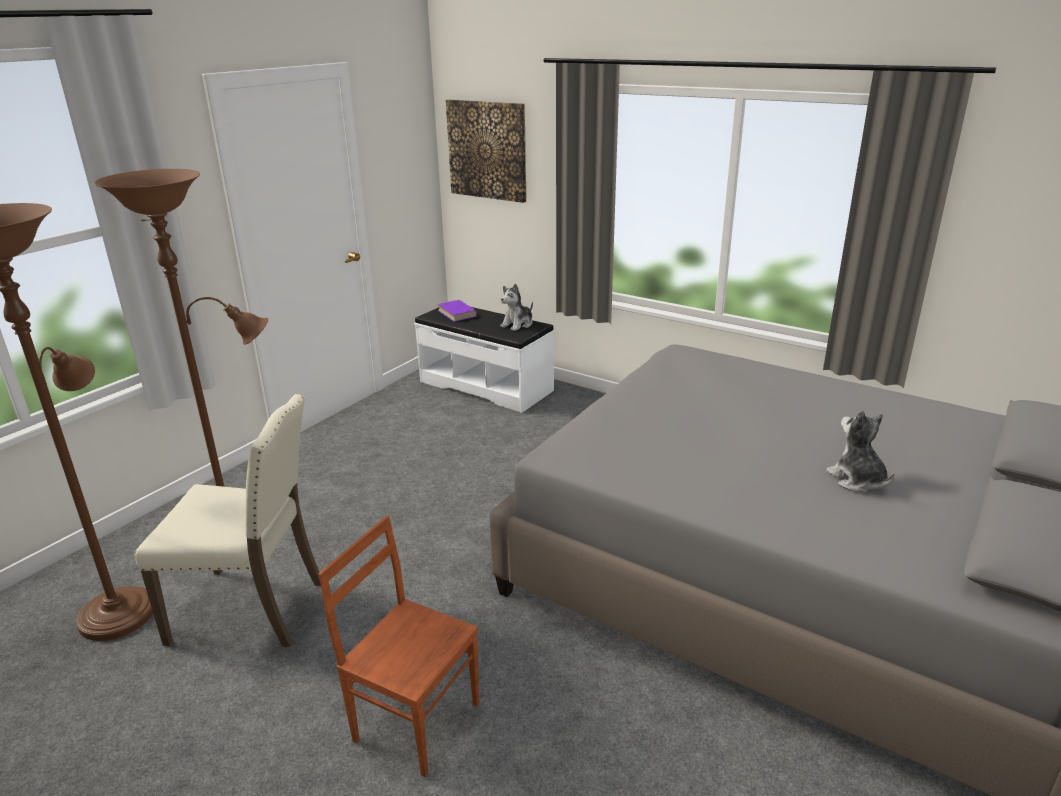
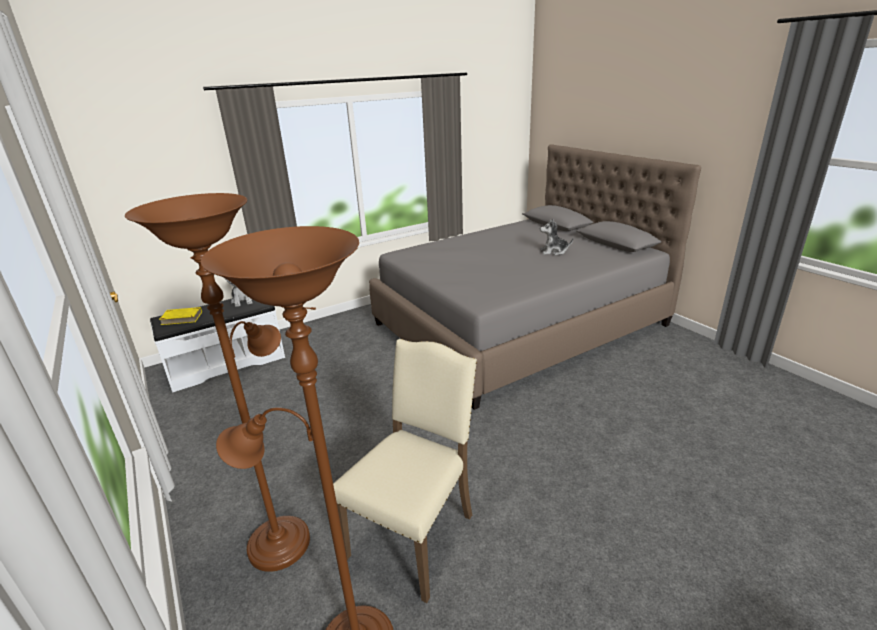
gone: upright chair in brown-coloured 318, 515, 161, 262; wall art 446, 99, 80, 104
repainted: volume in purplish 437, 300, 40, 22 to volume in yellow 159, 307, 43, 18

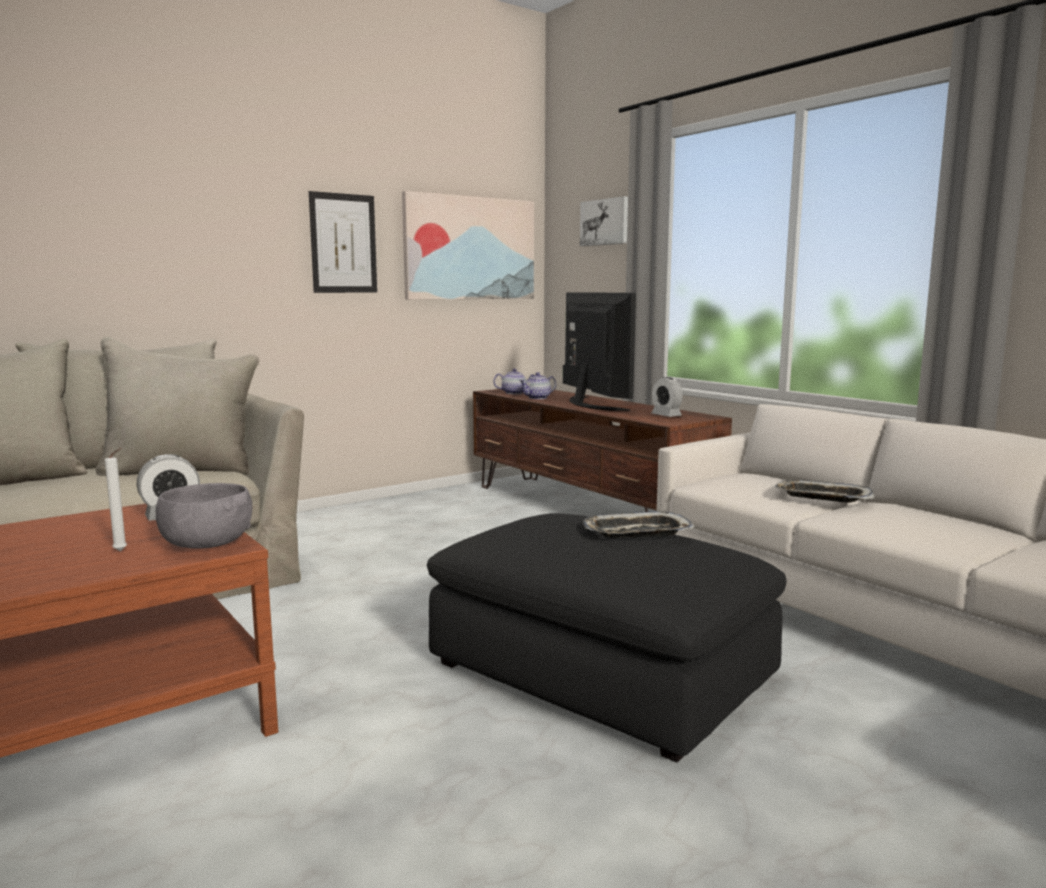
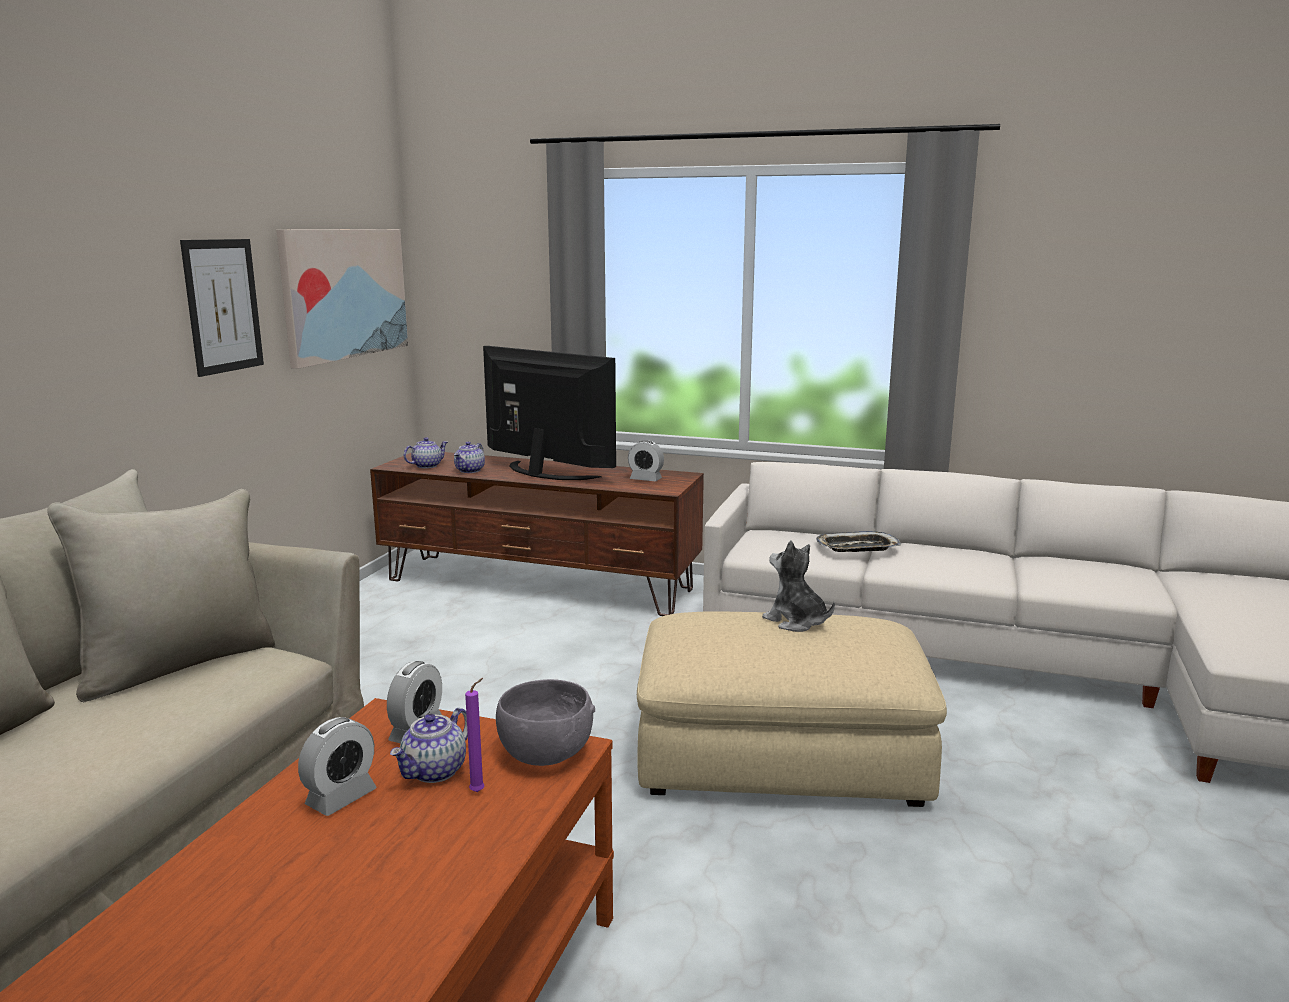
gone: wall art 580, 196, 48, 50
new: table clock 298, 717, 78, 99; pot for tea 390, 708, 78, 75
swapped: serving tray 583, 512, 112, 26 to cuddly toy 762, 540, 73, 92
repainted: wax candle in whitish 105, 448, 22, 103 to wax candle in purplish 465, 678, 20, 114; pouffe in black 427, 513, 360, 249 to pouffe in beige 637, 611, 310, 196

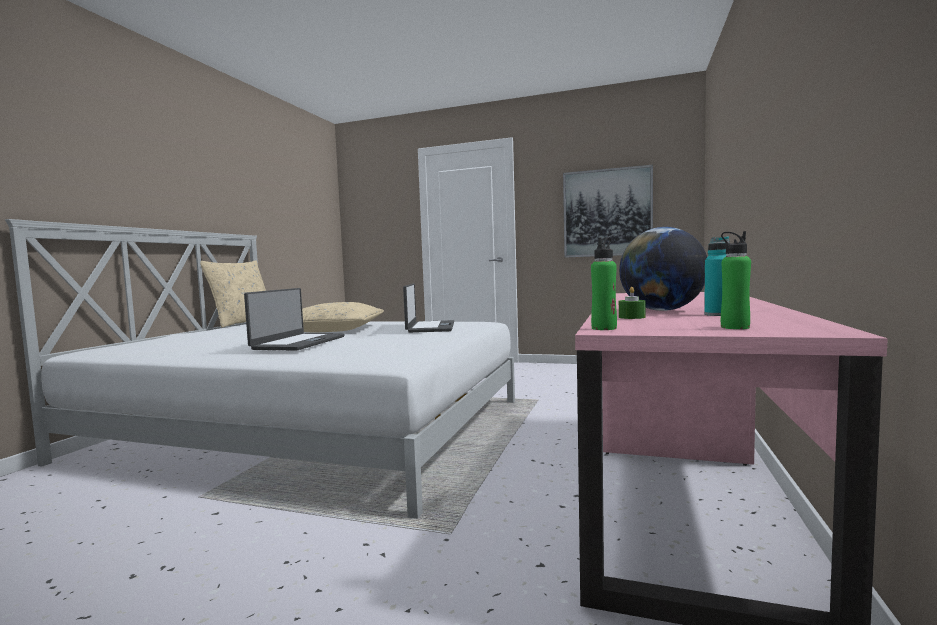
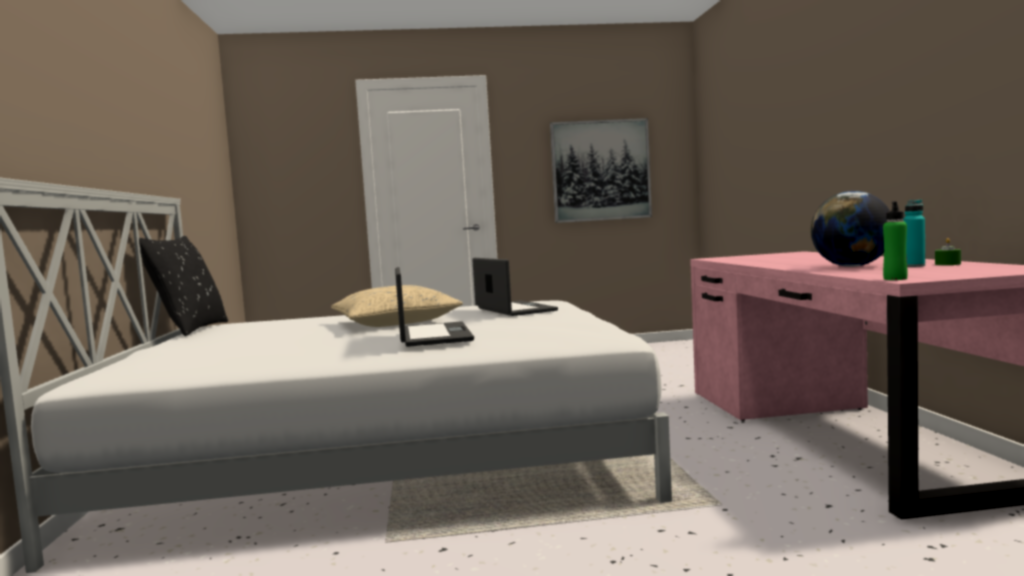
gone: bottle in green-coloured 721, 231, 30, 98
shifted: wax candle in green-coloured 619, 287, 27, 32 to 935, 238, 26, 27
repainted: pillow in beige 200, 260, 66, 68 to pillow in black 139, 236, 89, 100

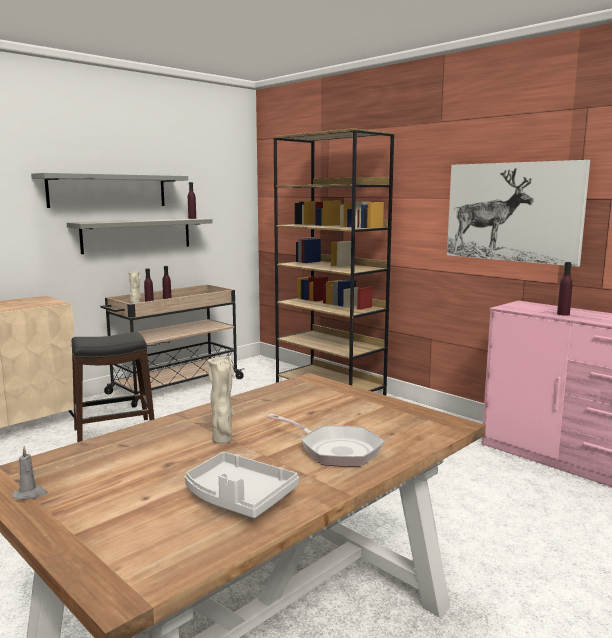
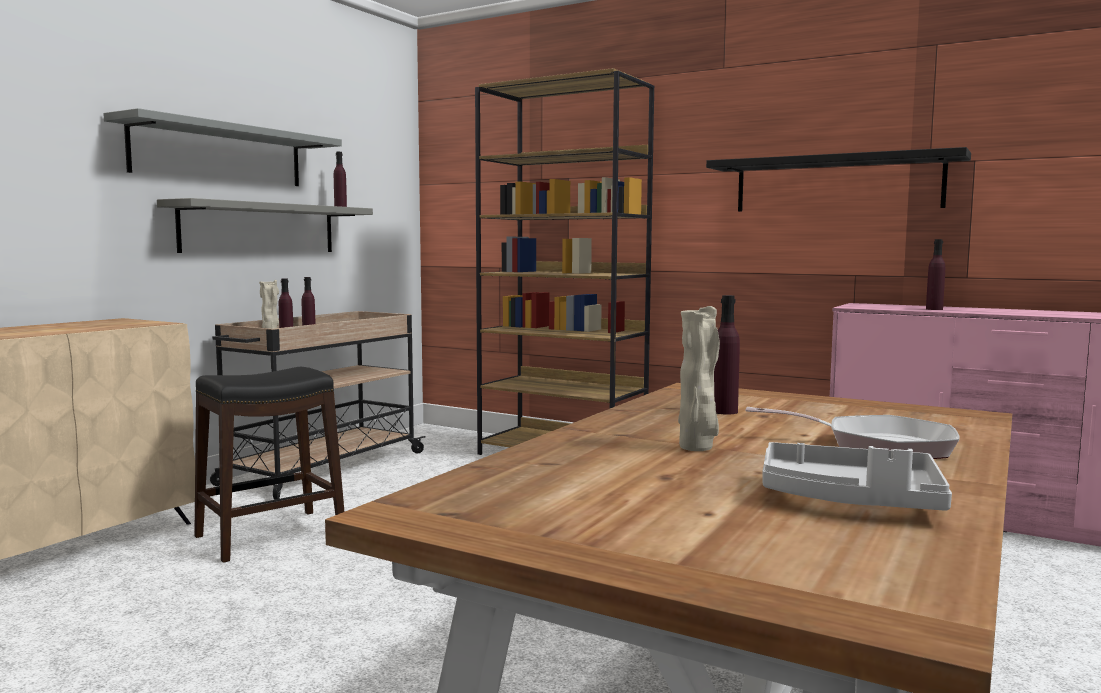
gone: wax candle in gray 12, 446, 36, 54
new: bottle in purplish 714, 295, 26, 120
swapped: wall art 447, 160, 143, 107 to bracket shelf in black 706, 147, 265, 65

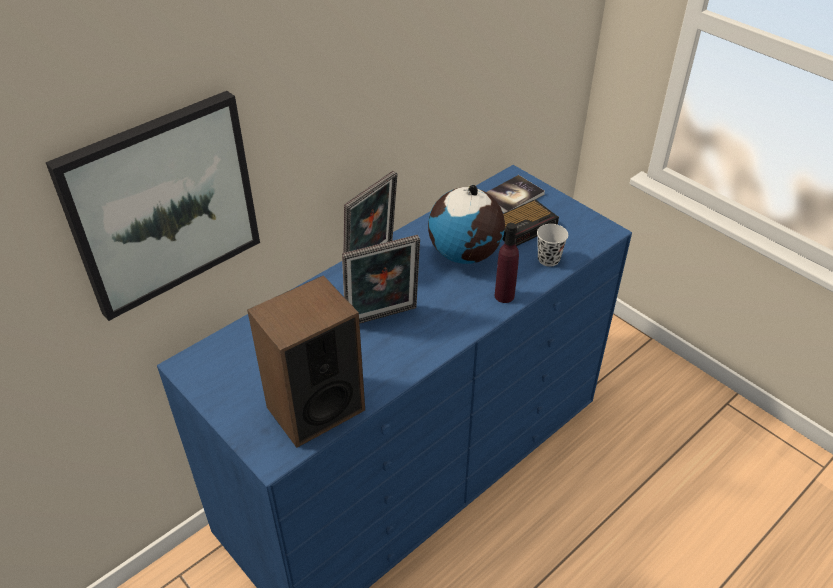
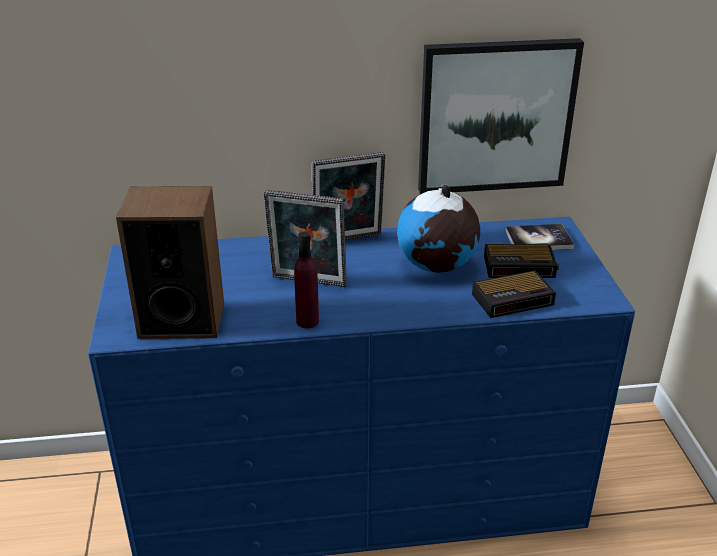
shifted: bottle in purplish 494, 223, 25, 80 to 294, 231, 25, 97; wall art 45, 91, 215, 230 to 418, 38, 166, 156
swapped: small cup in black 537, 224, 31, 43 to table clock 472, 270, 84, 48

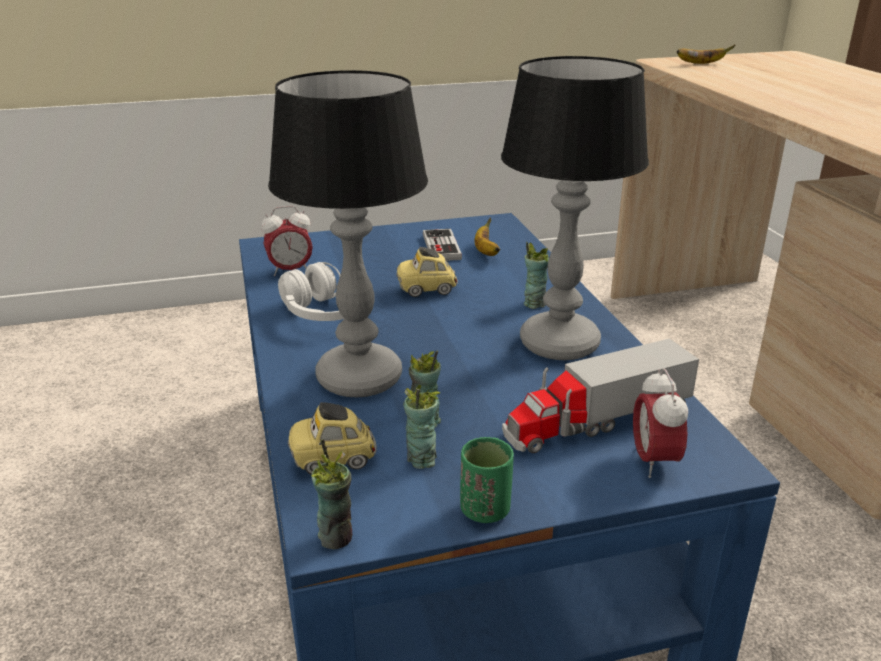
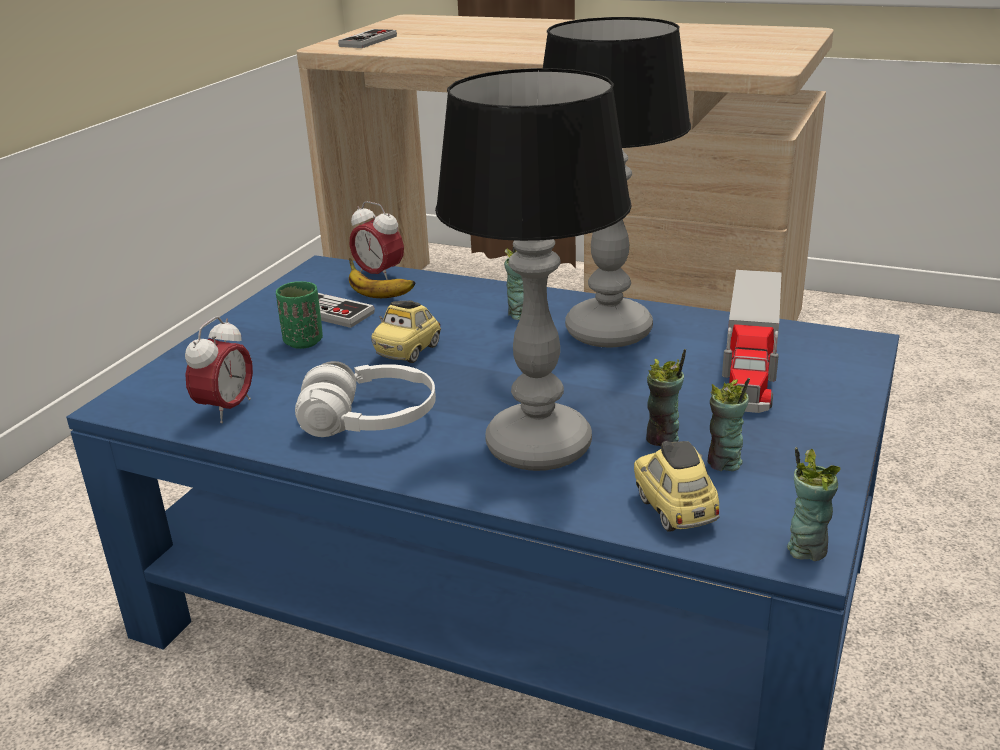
shifted: small cup in green-coloured 460, 437, 54, 86 to 276, 281, 47, 68; table clock 633, 368, 55, 110 to 350, 201, 54, 79
swapped: whole banana 677, 45, 58, 19 to game controller 338, 29, 59, 19
rotated: model car 288, 402, 89, 73 = 634, 441, 86, 91 135 degrees clockwise

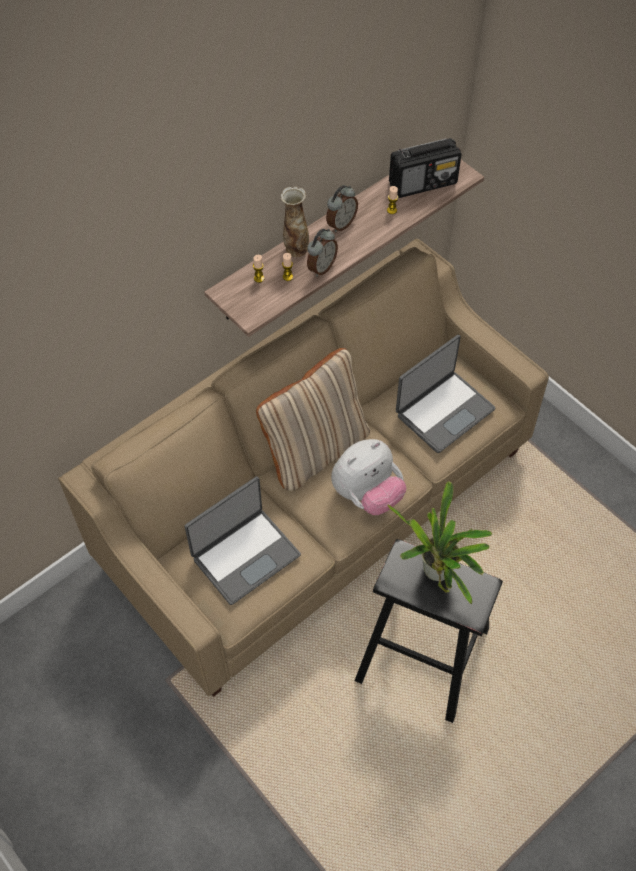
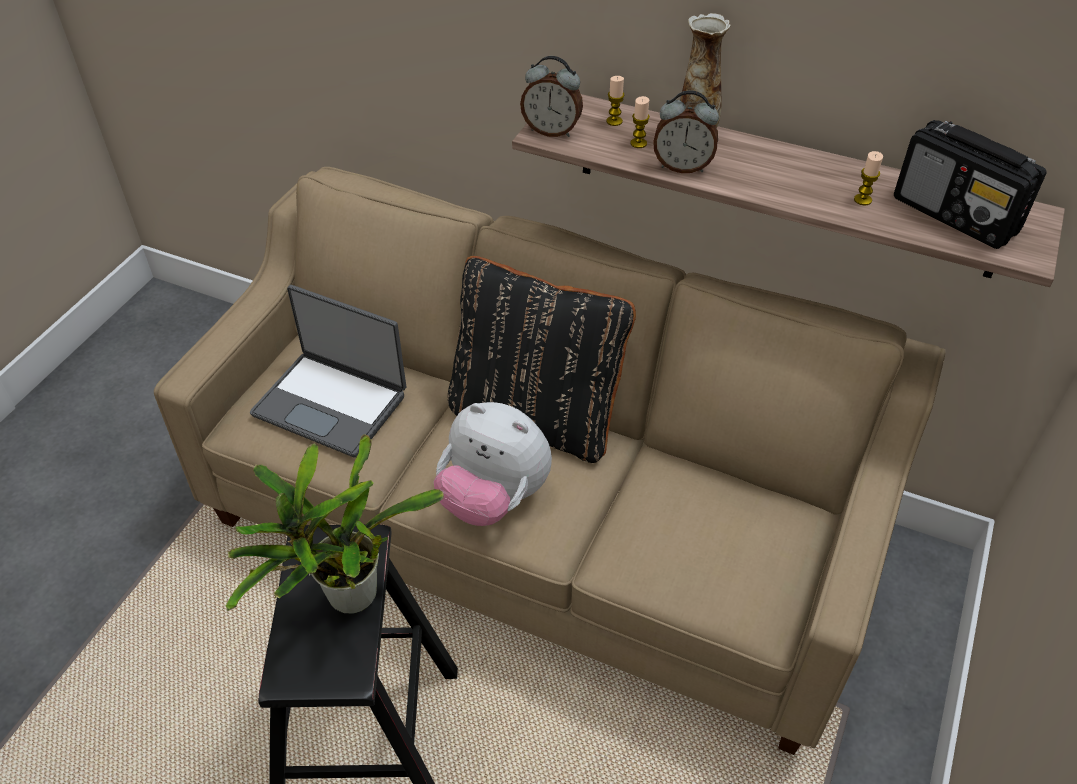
gone: laptop 396, 335, 100, 118
shifted: table clock 326, 185, 32, 47 to 520, 56, 63, 81
repainted: pillow in beige 256, 348, 114, 143 to pillow in black 448, 256, 188, 207

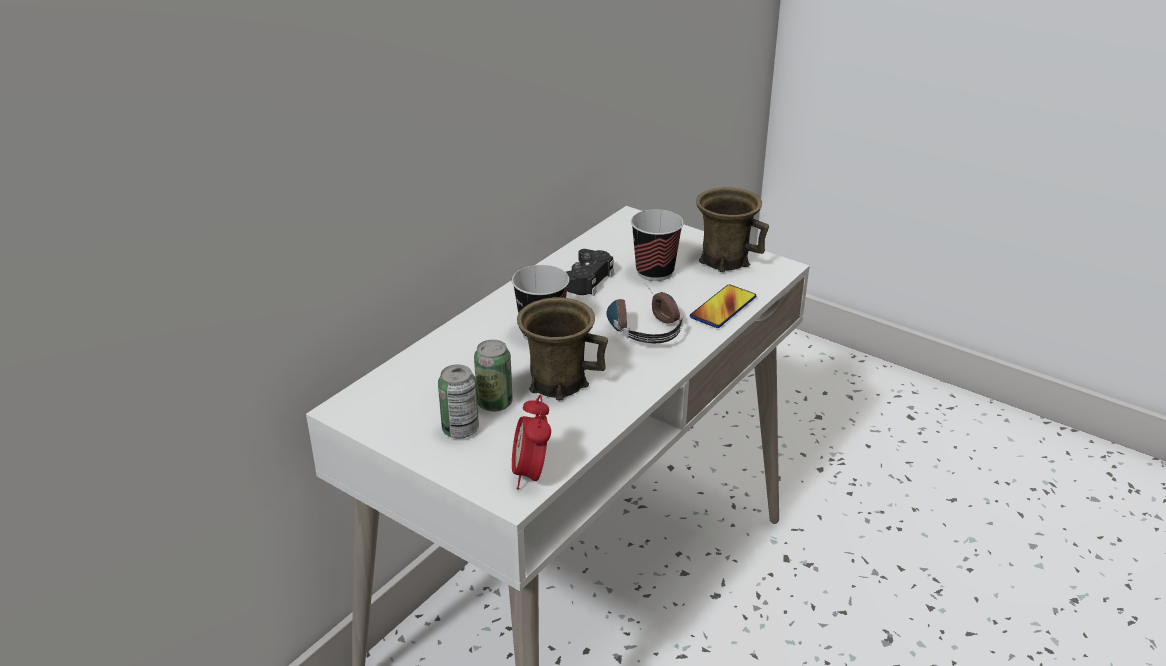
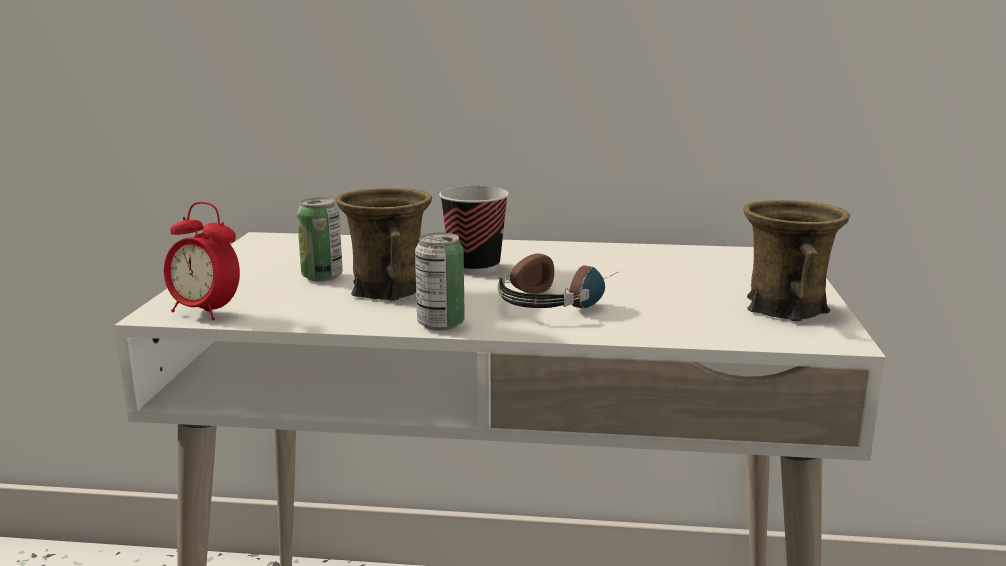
gone: game controller in black 566, 249, 48, 47; small cup 631, 209, 53, 72; telephone 690, 285, 66, 43
shifted: sealed can 438, 364, 41, 75 to 415, 232, 50, 99
rotated: table clock 512, 395, 39, 95 = 164, 202, 76, 119 120 degrees counterclockwise

